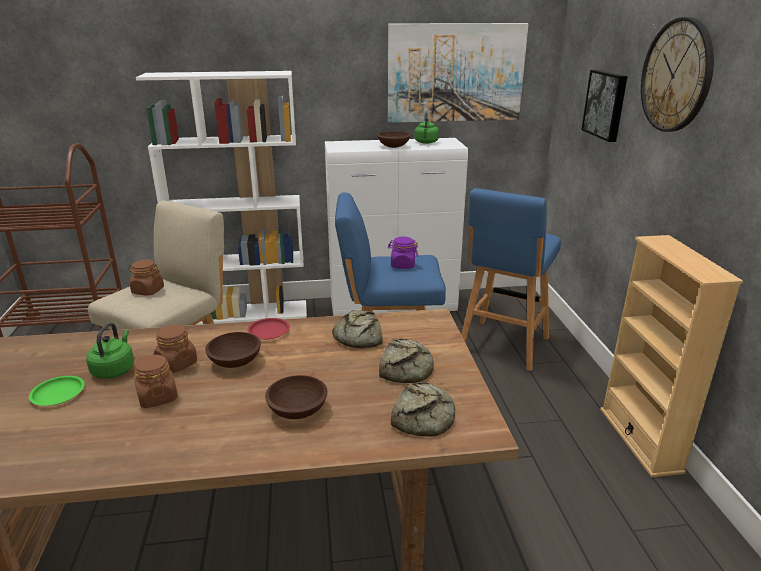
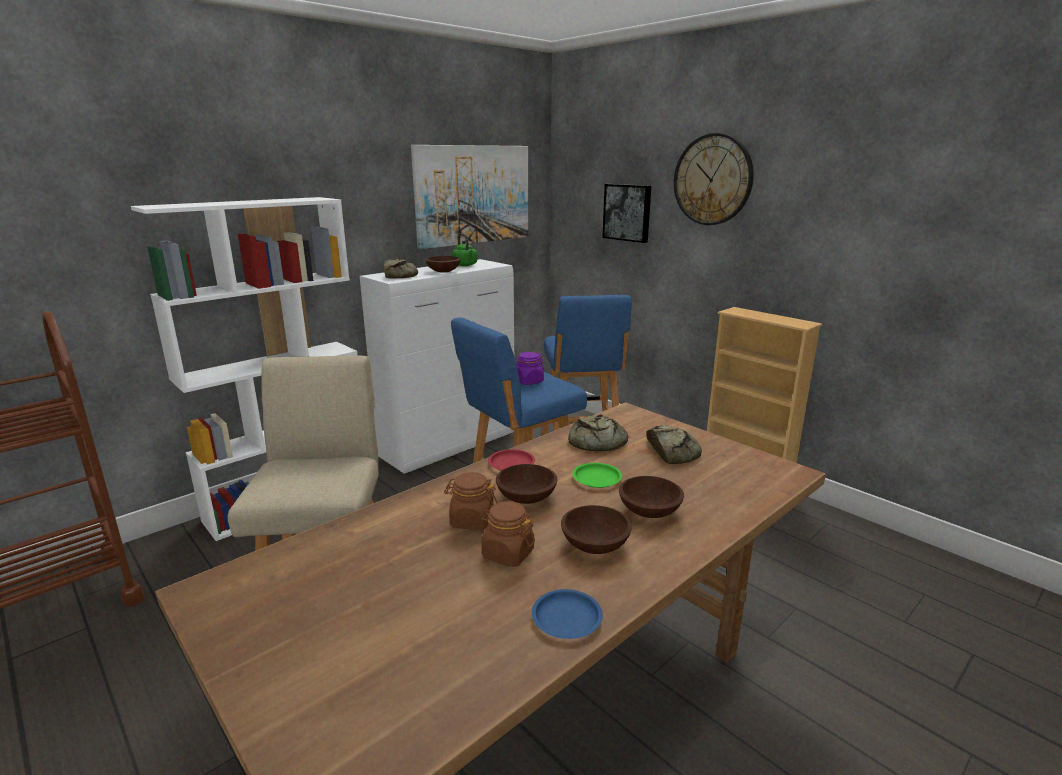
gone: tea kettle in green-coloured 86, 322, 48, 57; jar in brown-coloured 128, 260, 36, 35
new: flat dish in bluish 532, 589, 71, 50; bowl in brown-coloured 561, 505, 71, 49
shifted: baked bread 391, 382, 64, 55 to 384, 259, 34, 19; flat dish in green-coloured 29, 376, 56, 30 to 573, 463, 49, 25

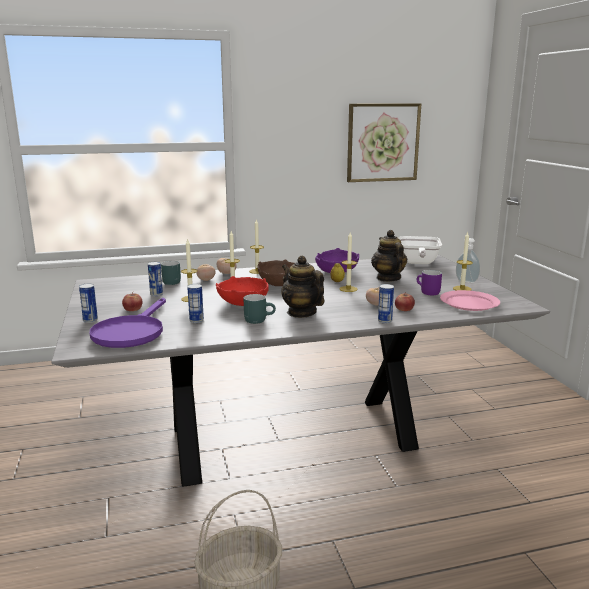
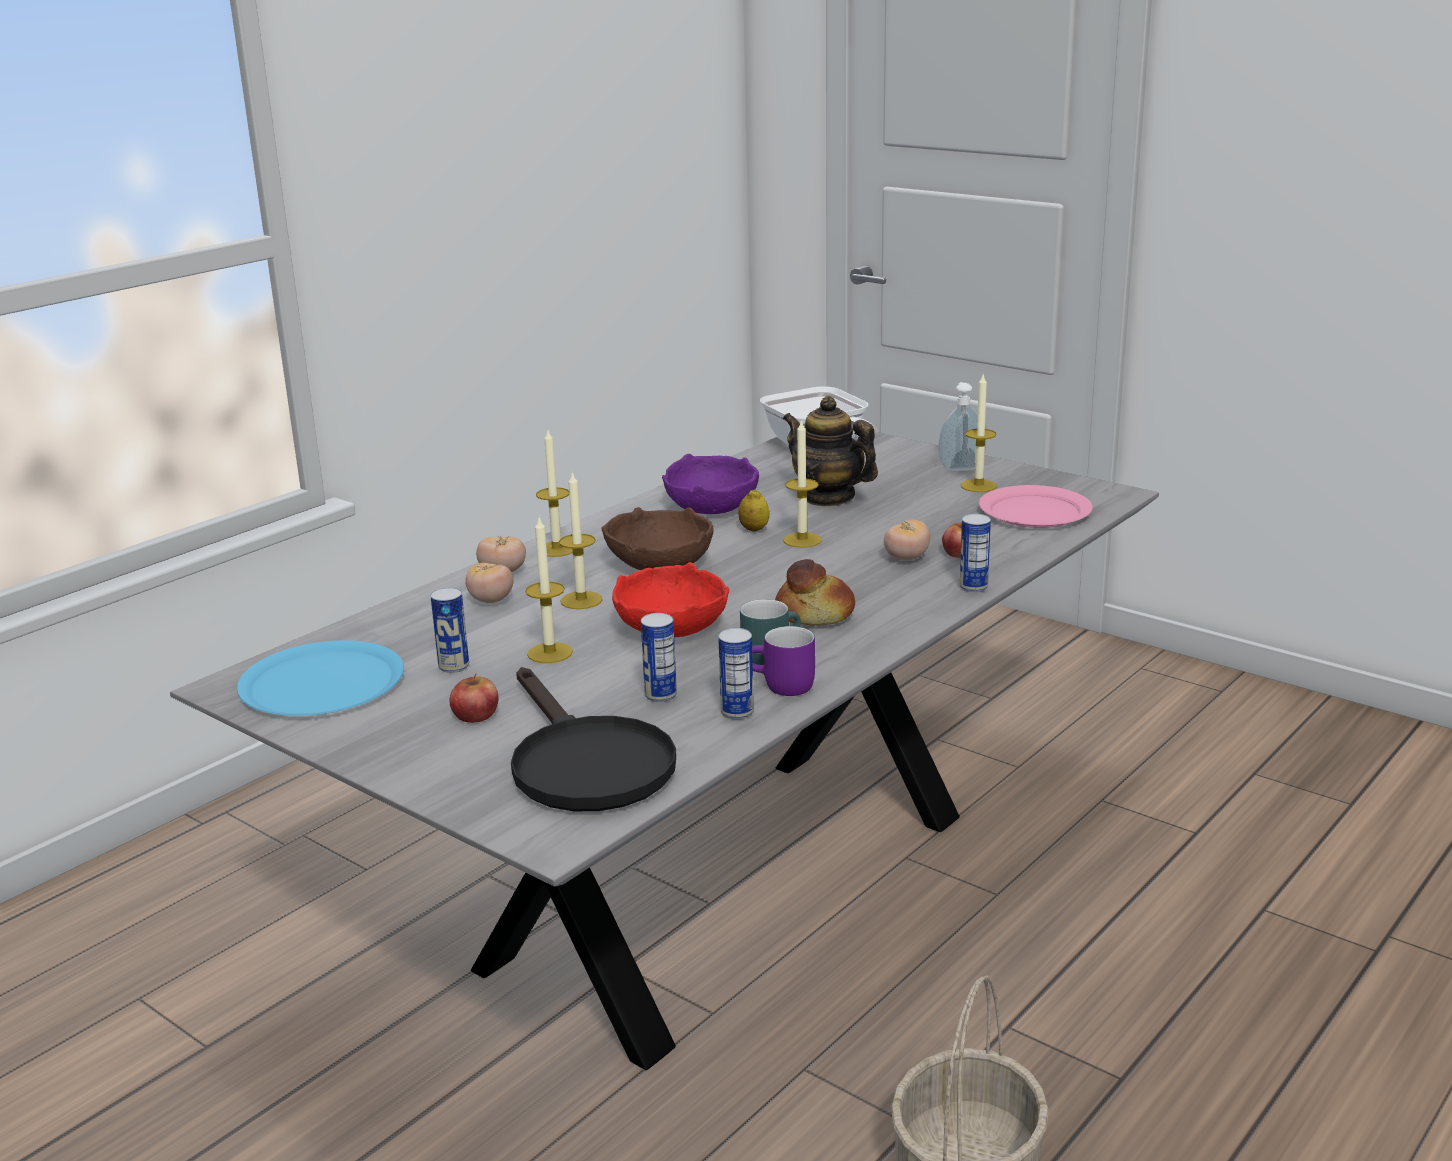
gone: tea mug in blue-green 161, 261, 20, 24; wall art 347, 104, 74, 78
new: flat dish in bluish 237, 640, 167, 76
shifted: sealed can 79, 284, 19, 39 to 718, 628, 36, 91; tea mug in purplish 417, 270, 25, 25 to 752, 626, 63, 70
swapped: pot for tea 282, 255, 42, 63 to baked bread 775, 559, 80, 67
repainted: frying pan in purplish 90, 298, 76, 50 to frying pan in black 511, 667, 165, 144

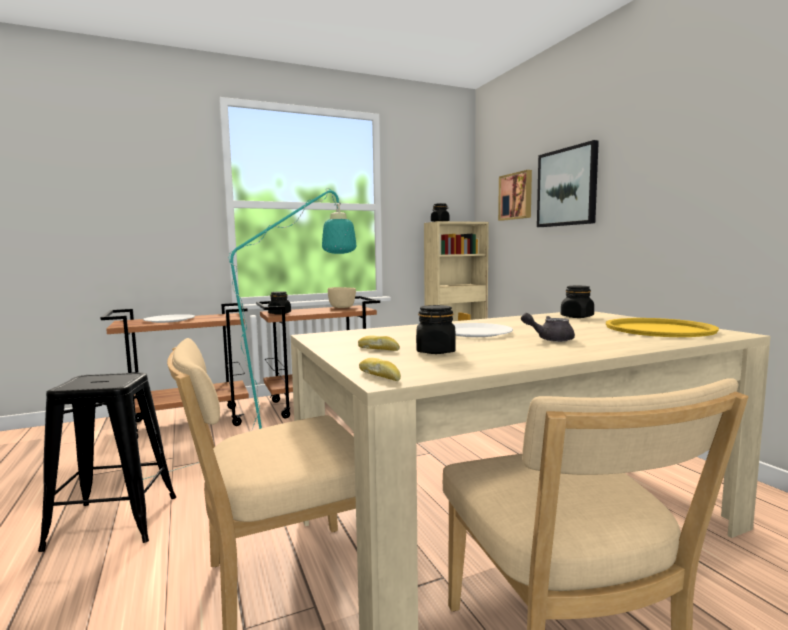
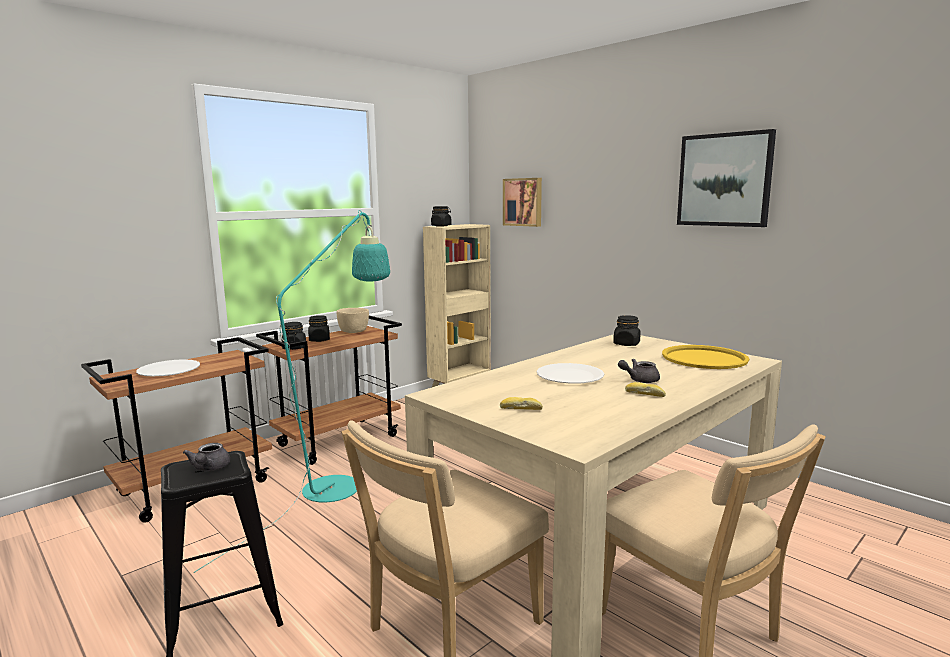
new: pot for tea in gray 183, 443, 47, 28
shifted: jar in black 416, 305, 40, 49 to 308, 315, 22, 27; baked bread 359, 358, 42, 23 to 625, 382, 41, 15; wall art 537, 140, 62, 87 to 677, 129, 99, 98

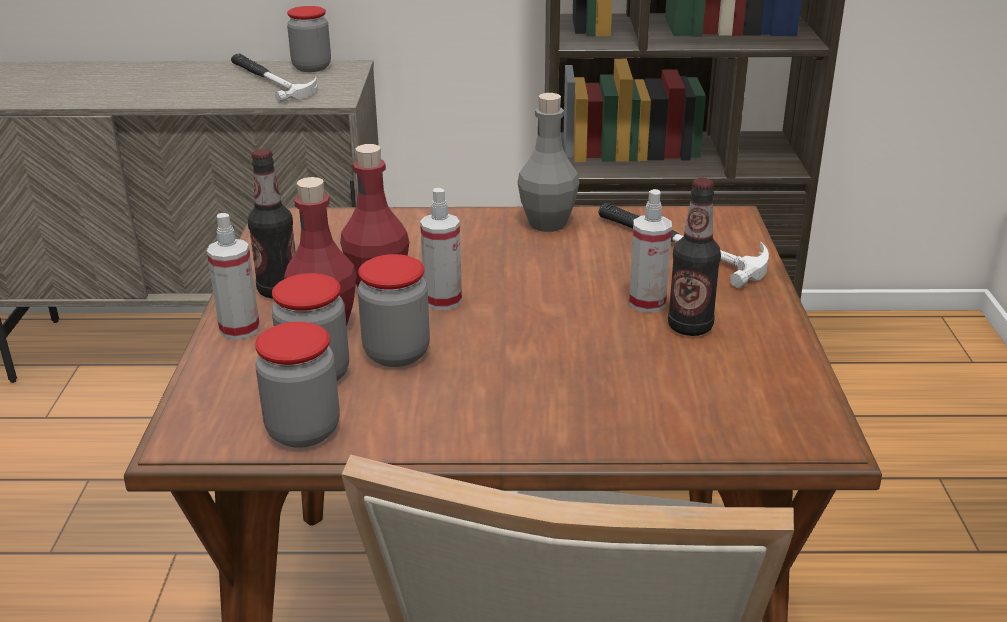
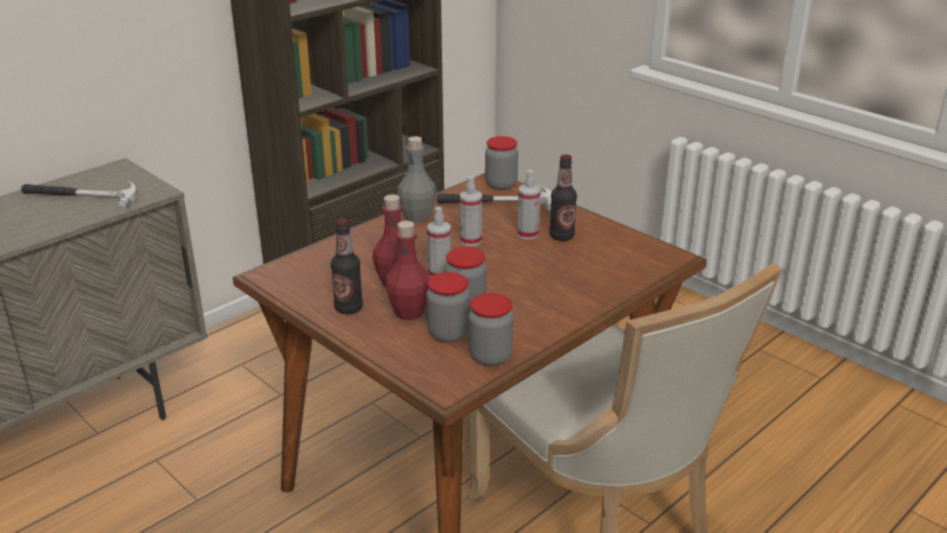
shifted: spray bottle 207, 213, 53, 127 to 460, 176, 22, 70; jar 287, 6, 44, 66 to 485, 136, 33, 54

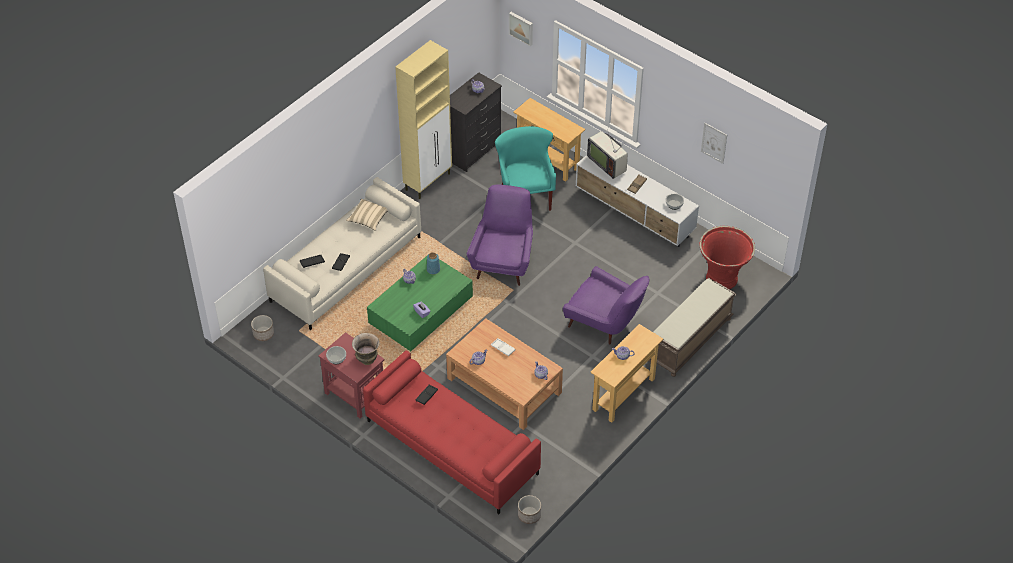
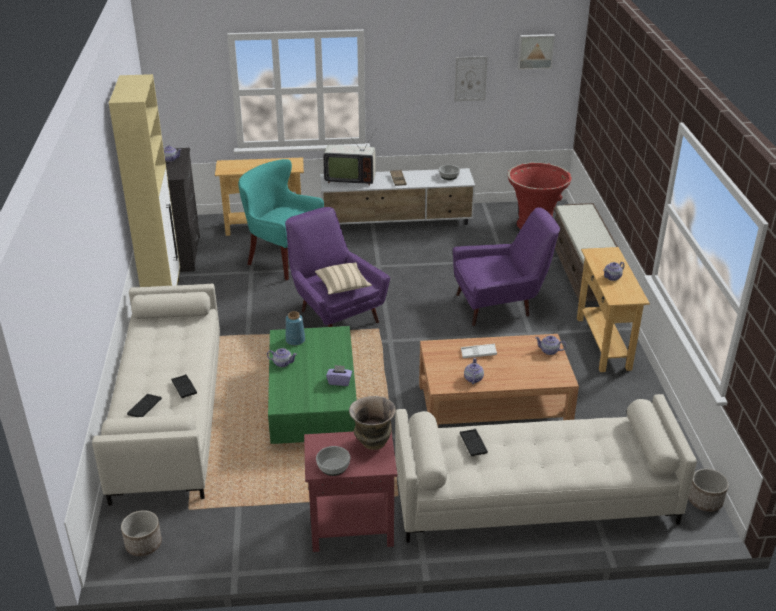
shifted: pillow in beige 346, 199, 42, 32 to 315, 263, 57, 32; wall art 509, 12, 24, 34 to 518, 34, 37, 36
repainted: sofa in reddish 363, 350, 178, 164 to sofa in beige 395, 394, 302, 149

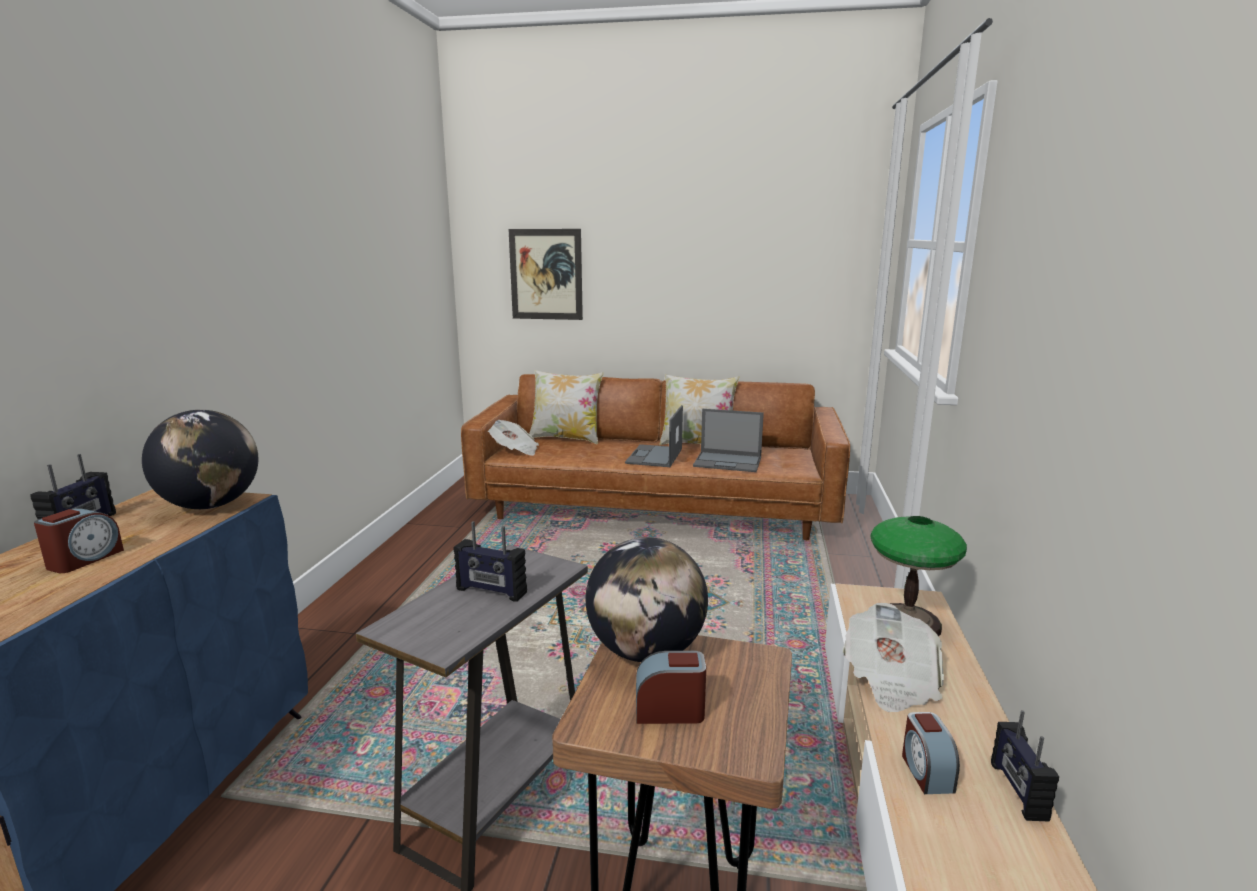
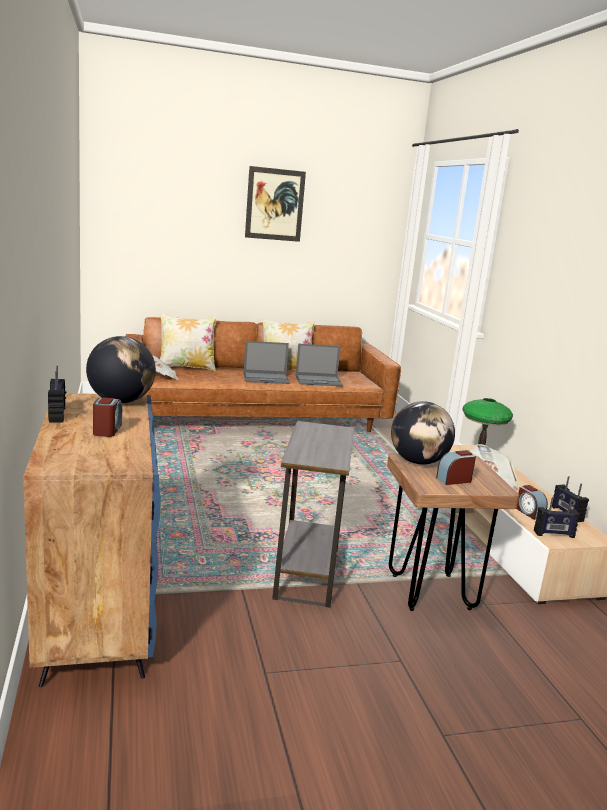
shifted: wall art 509, 229, 74, 91 to 245, 166, 61, 76; radio 454, 521, 73, 81 to 534, 497, 46, 41
rotated: laptop 625, 405, 58, 62 = 243, 341, 47, 43 90 degrees counterclockwise

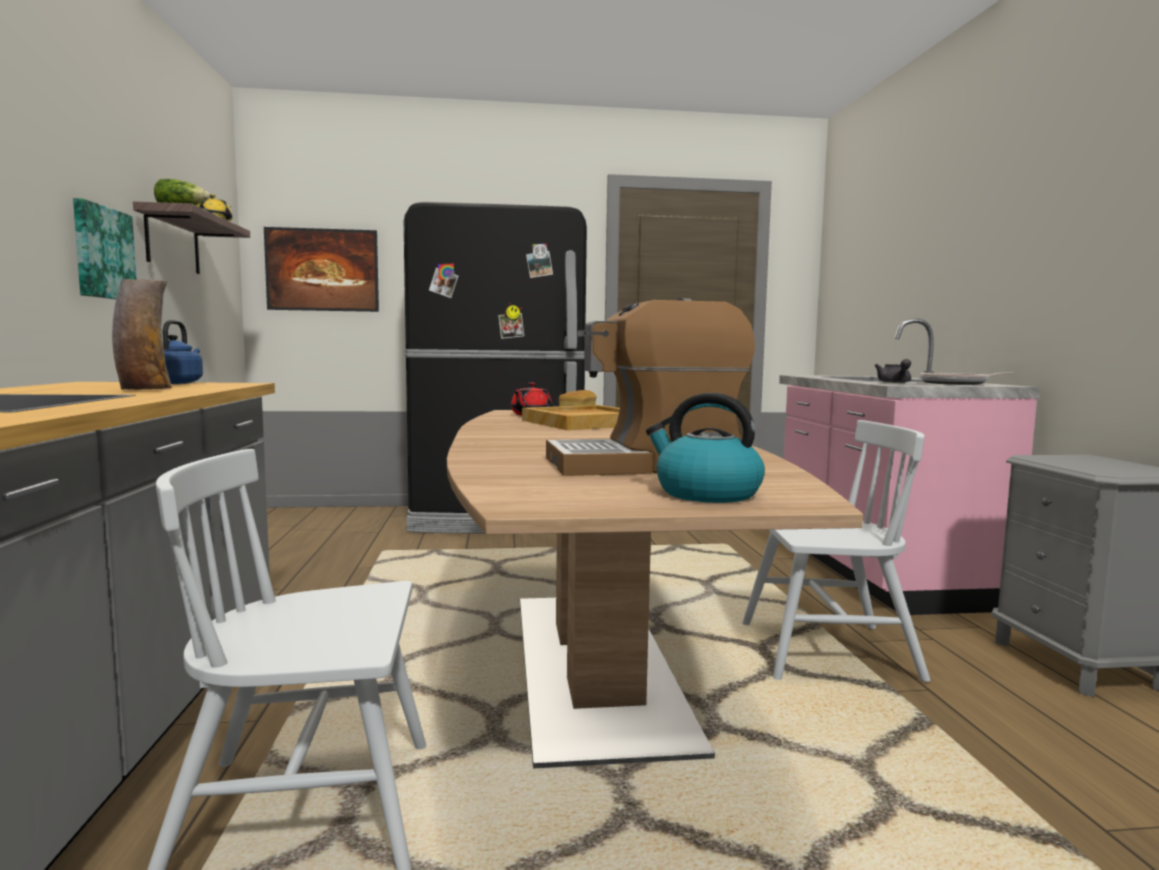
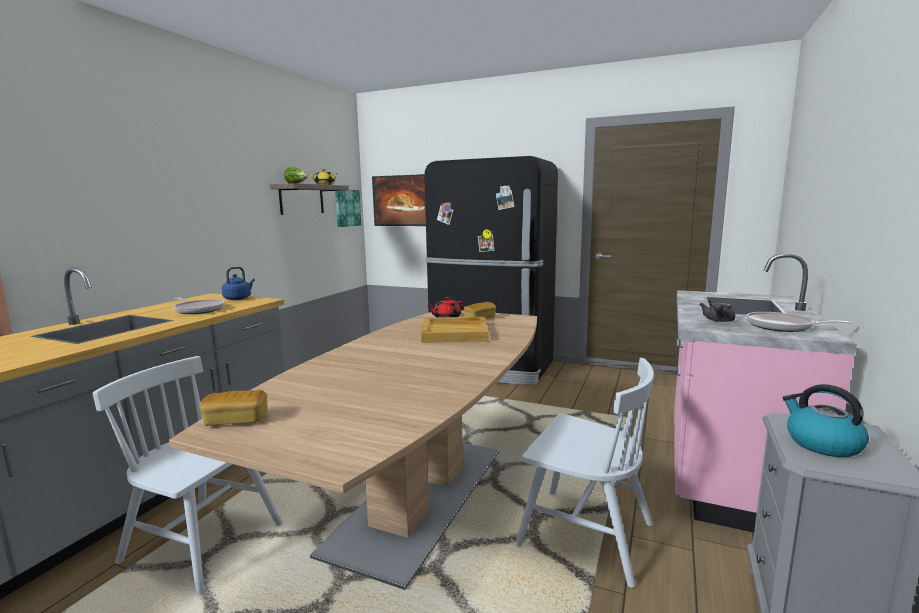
gone: coffee maker 546, 298, 209, 178
new: baked bread 200, 390, 67, 36
shifted: wall art 73, 198, 64, 102 to 335, 190, 26, 37; tea kettle 646, 393, 119, 110 to 783, 384, 86, 73
swapped: flower vase 112, 279, 60, 111 to frying pan 174, 298, 51, 16

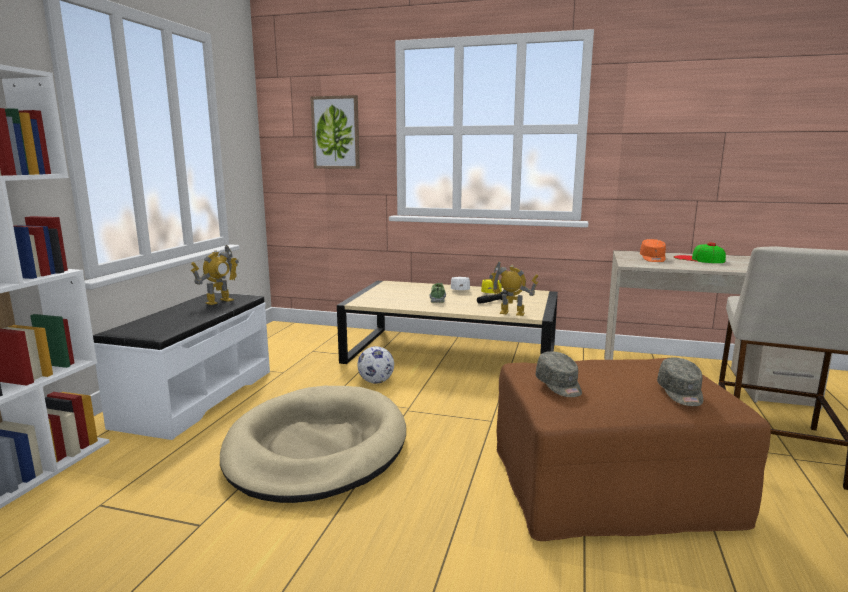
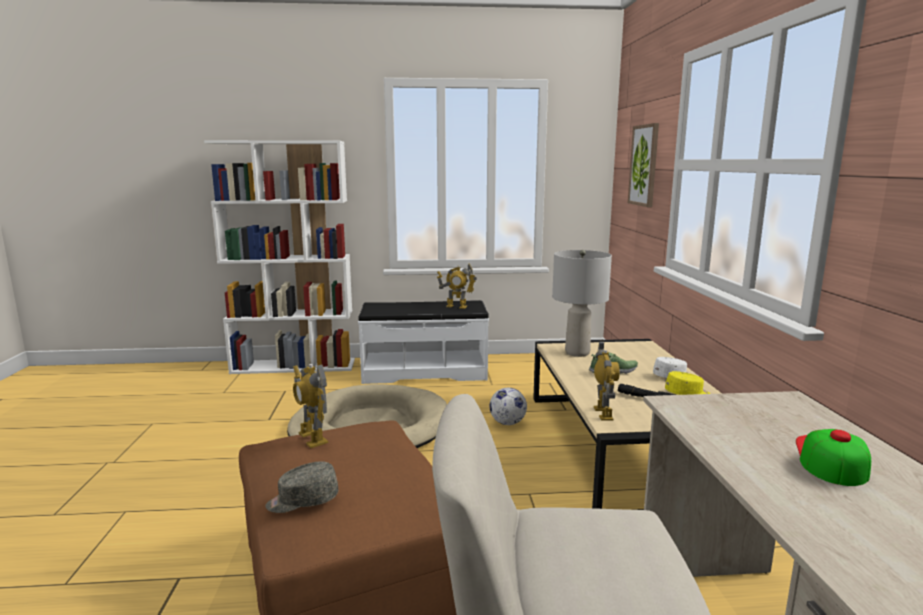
gone: baseball cap in orange-coloured 640, 239, 26, 23
new: table lamp in gray 552, 250, 60, 107
swapped: baseball cap in gray 536, 351, 46, 46 to model robot 293, 364, 35, 84

